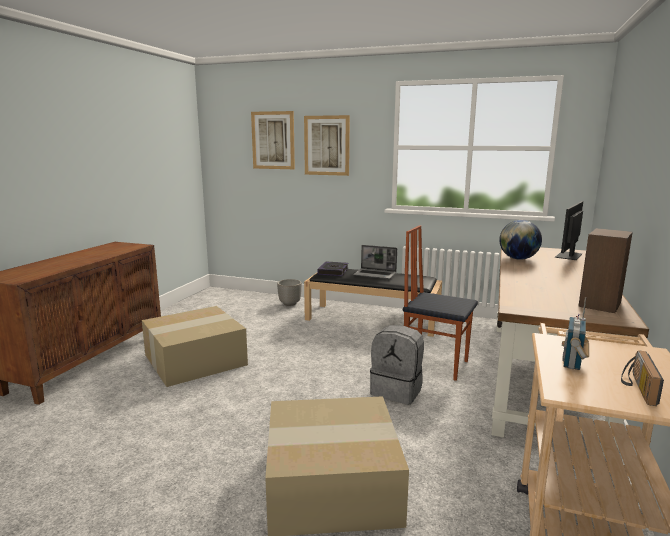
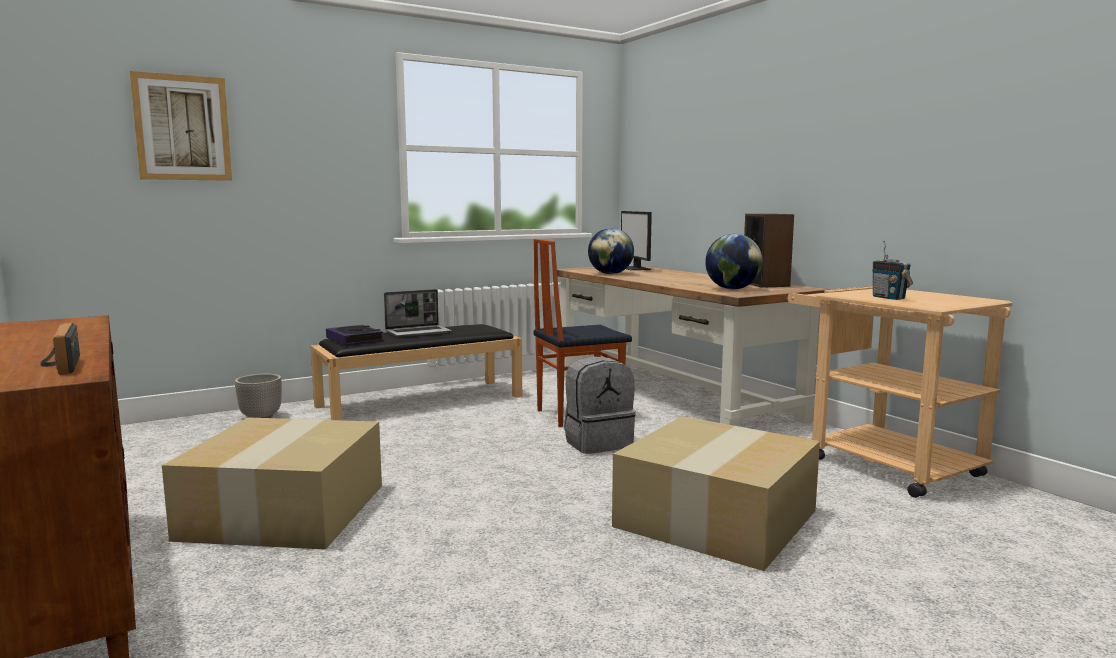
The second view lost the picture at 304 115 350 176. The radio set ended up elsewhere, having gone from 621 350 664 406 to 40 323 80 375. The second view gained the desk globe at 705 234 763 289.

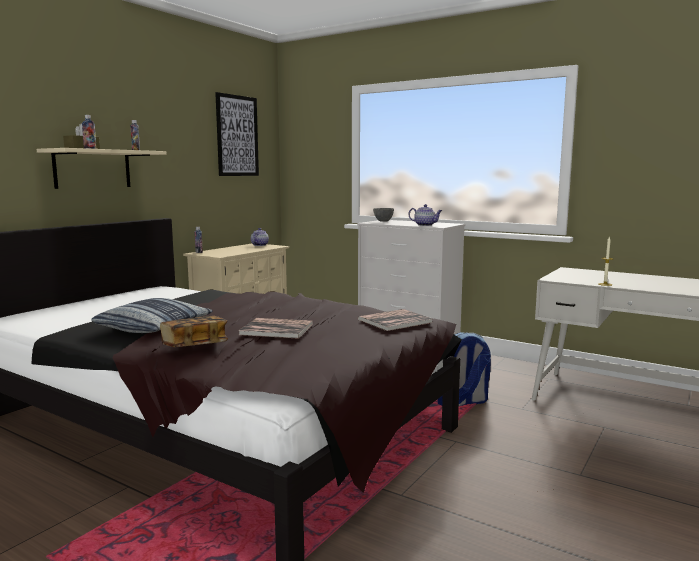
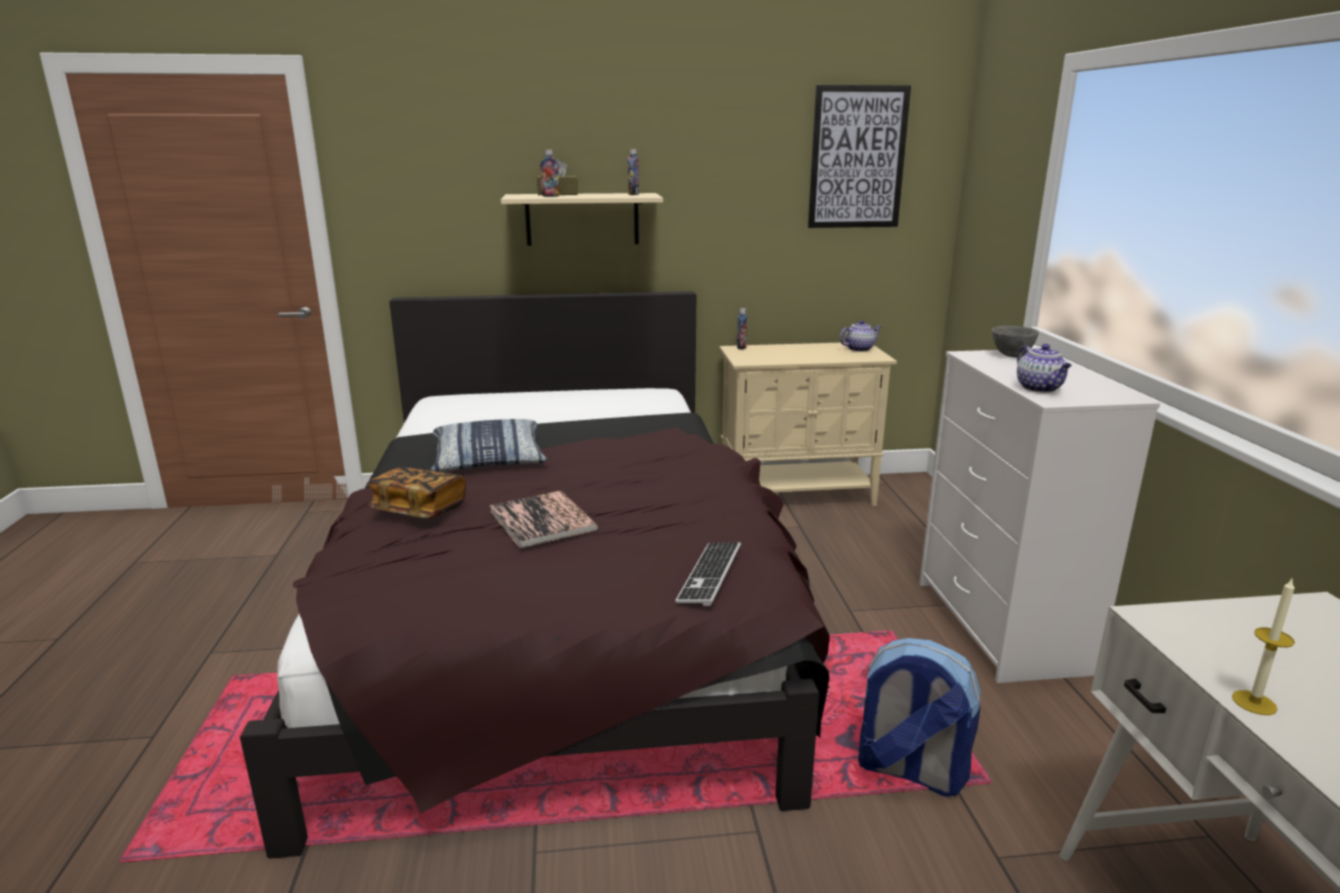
Where the volume stood at 358 309 433 331, the keyboard came to stand at 675 542 741 606.

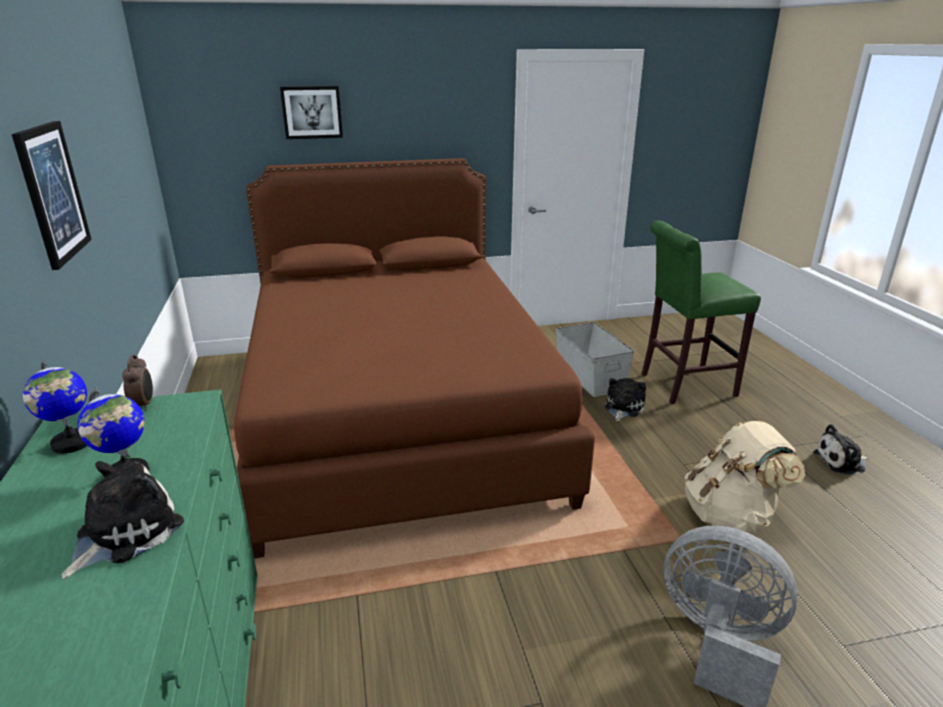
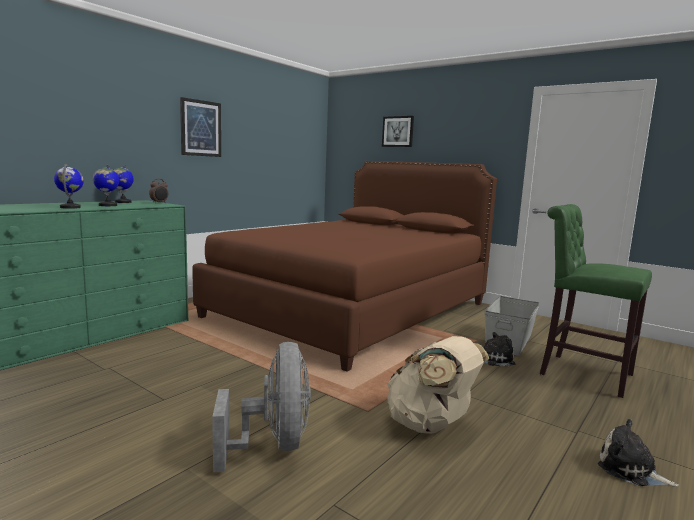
Where the soft toy stood at 61 461 184 579, the desk globe came to stand at 54 163 84 209.

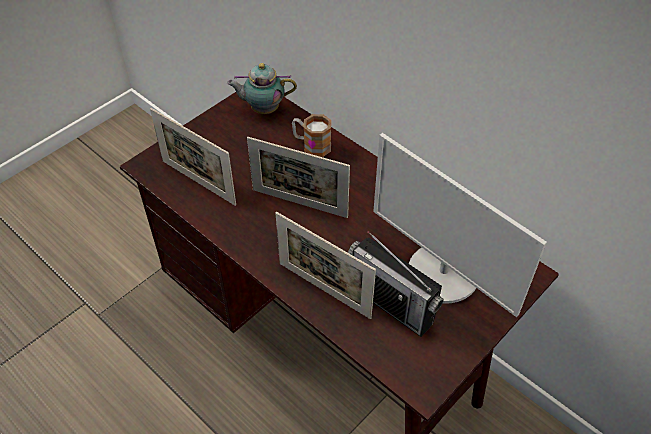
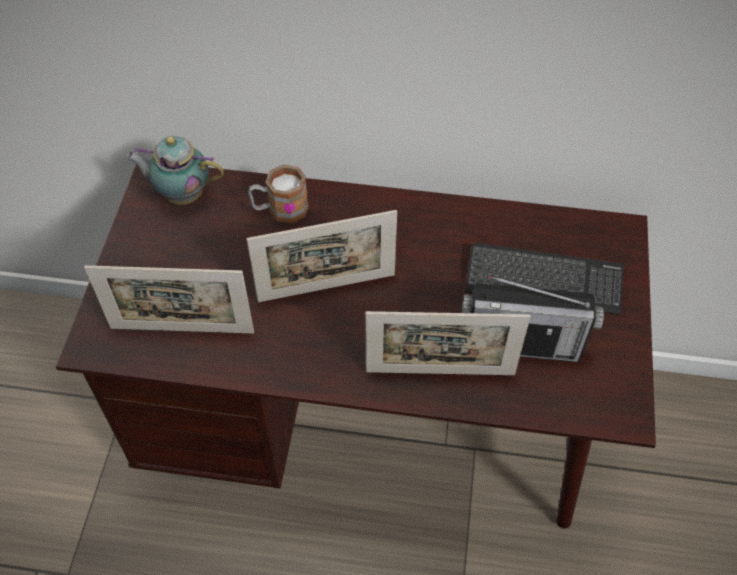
The teapot at 227 63 297 114 ended up facing another way, 45 degrees clockwise from before. Where the computer screen stood at 373 133 547 317, the keyboard came to stand at 465 243 624 315.

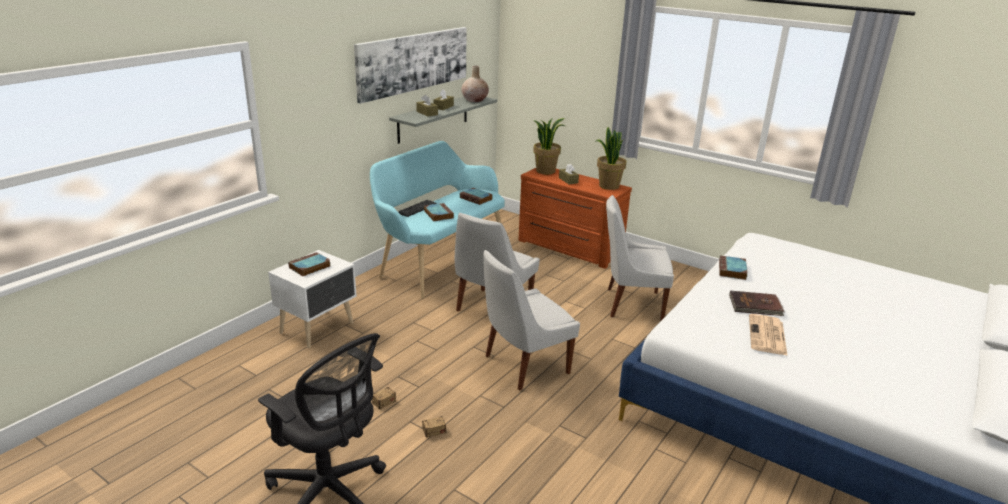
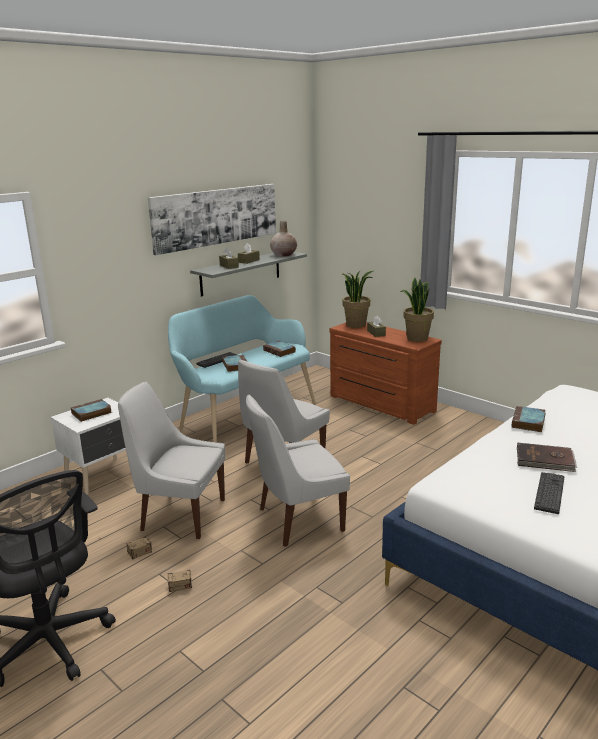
The upright chair (white-coloured) ended up elsewhere, having gone from 606 195 674 321 to 118 382 225 539. Where the daily paper stood at 749 314 788 356, the keyboard came to stand at 534 472 564 514.

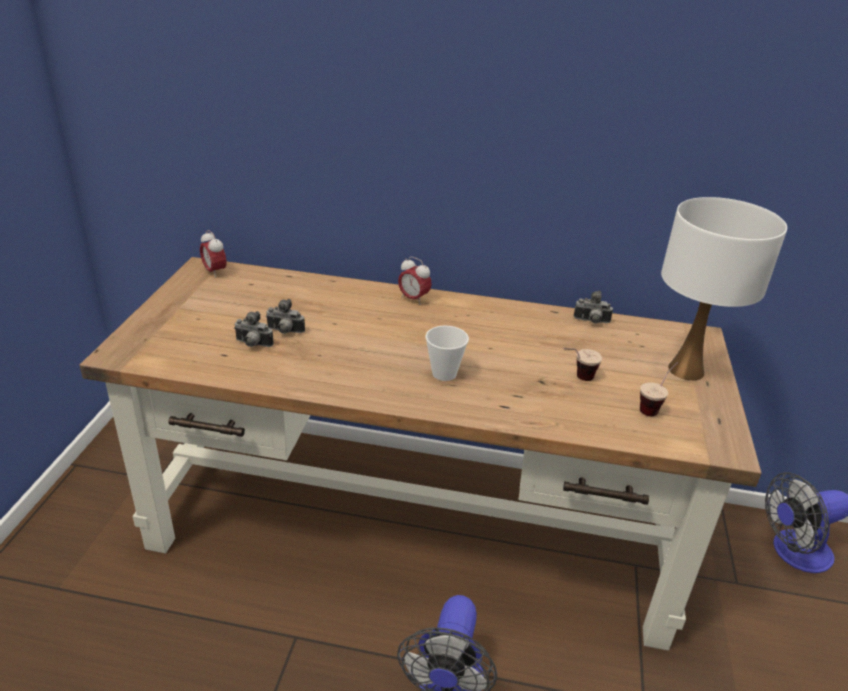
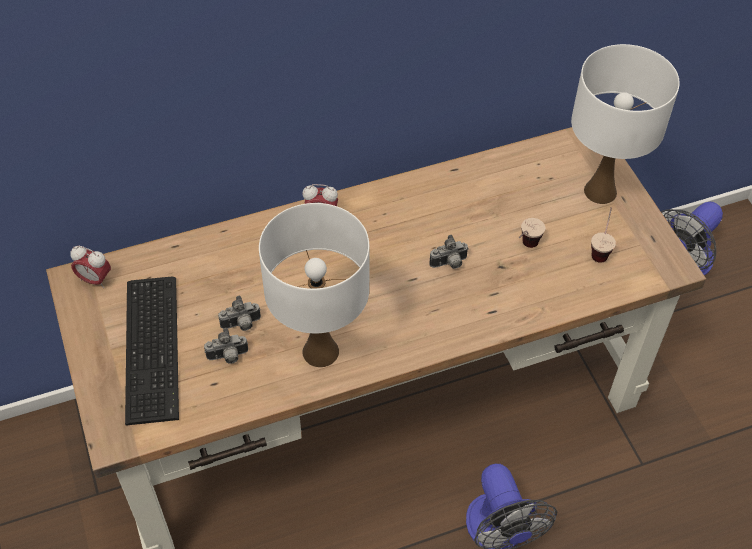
The photo camera ended up elsewhere, having gone from 574 291 613 324 to 429 235 469 269. The second view lost the small cup at 426 326 469 381. The second view gained the tabletop lamp (white-coloured) at 259 203 369 367. The second view gained the keyboard at 125 277 179 426.

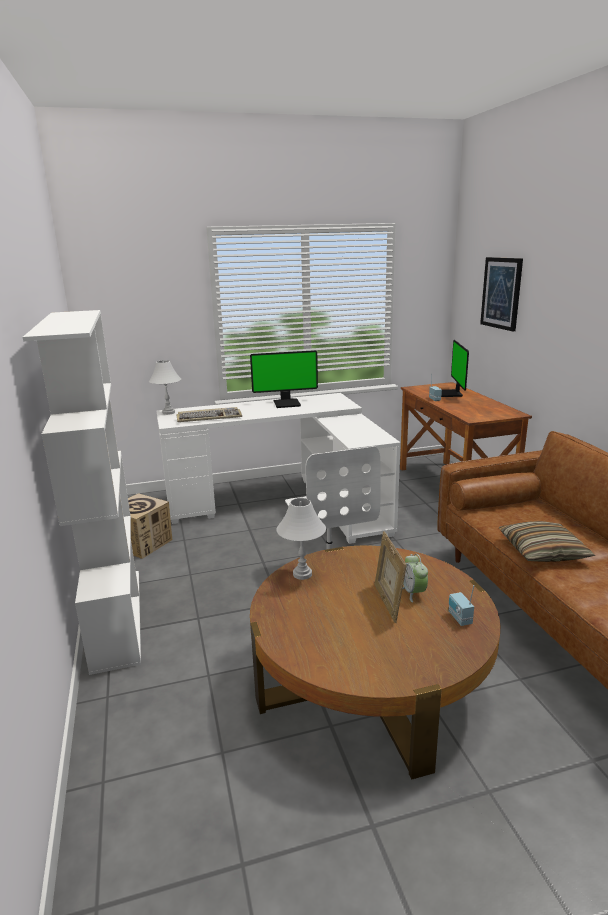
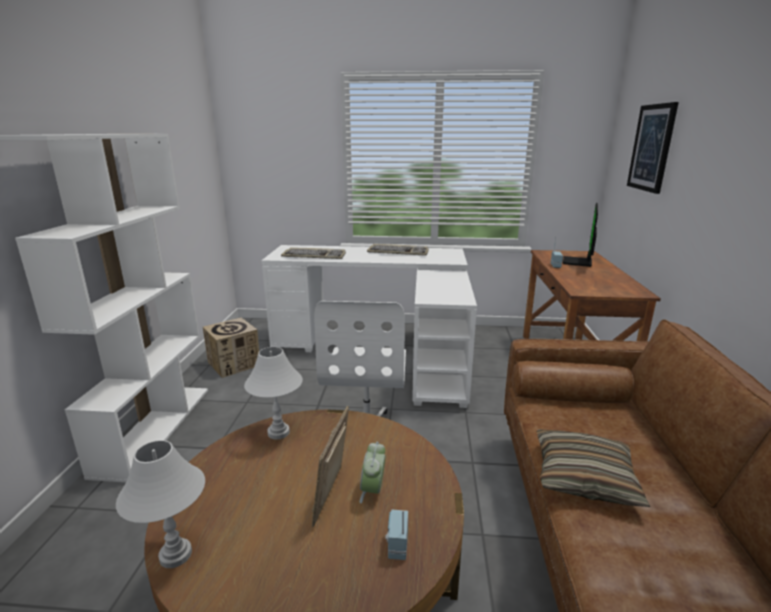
Where the computer screen stood at 250 350 318 408, the keyboard came to stand at 367 244 429 256. The tabletop lamp (white-coloured) ended up elsewhere, having gone from 149 360 181 415 to 116 440 205 568.

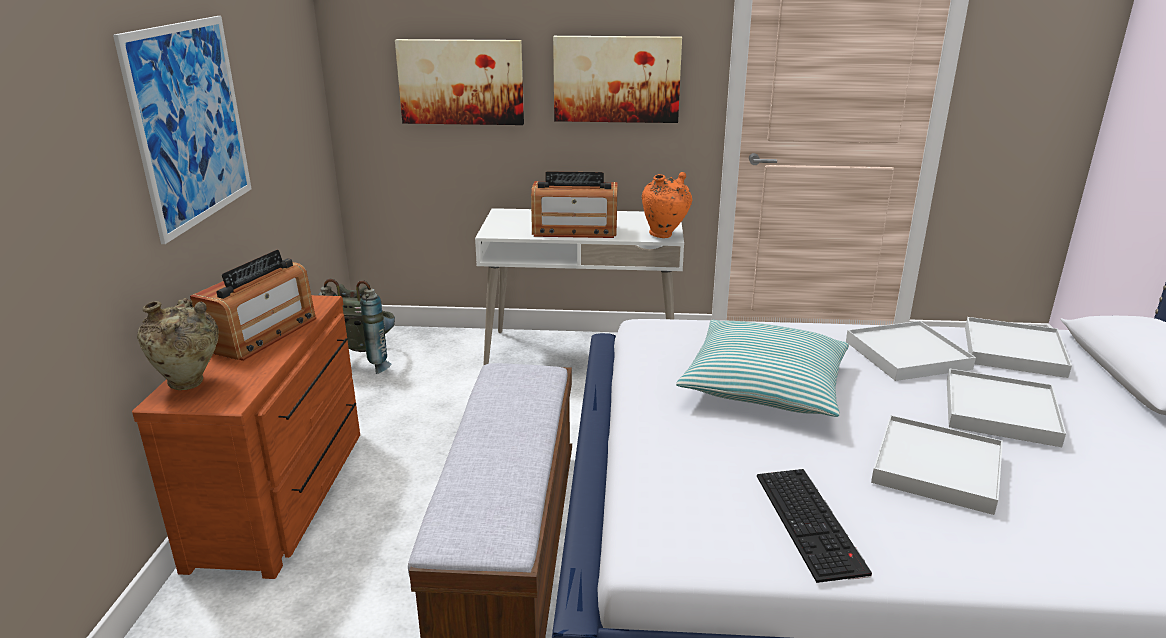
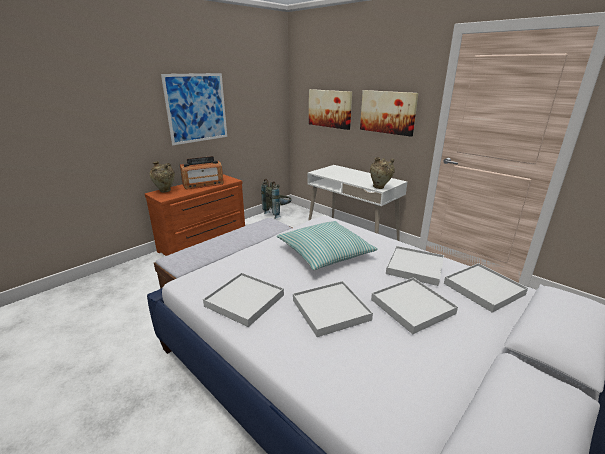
The second view lost the radio set at 531 171 618 238. What was the decorative vase (orangey) at 642 172 692 238 turned into the decorative vase (beige-coloured) at 370 157 395 189. Where the keyboard stood at 757 469 872 583, the carrying tray (white-coloured) came to stand at 203 273 284 327.

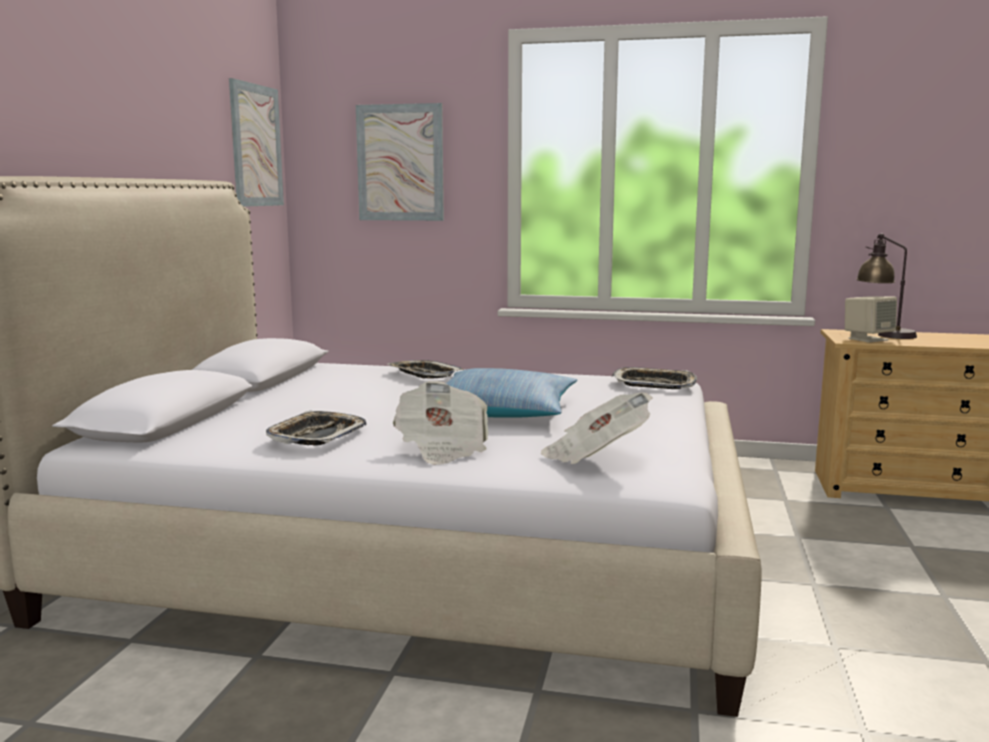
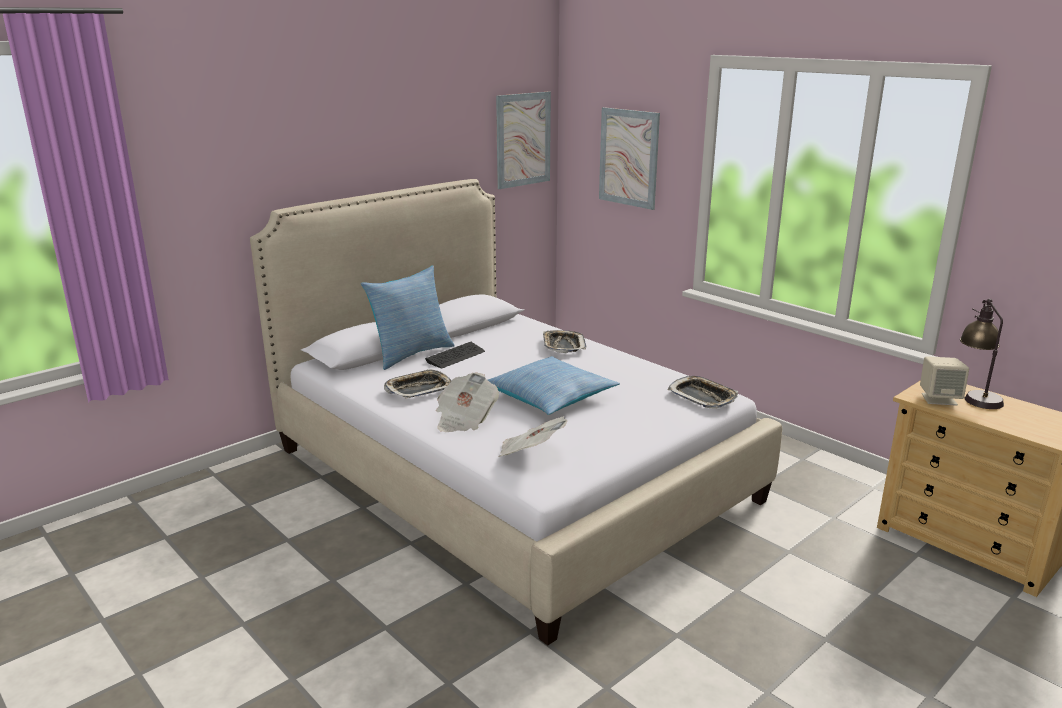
The second view gained the cushion at 361 265 455 370. The second view gained the keyboard at 425 342 485 368.

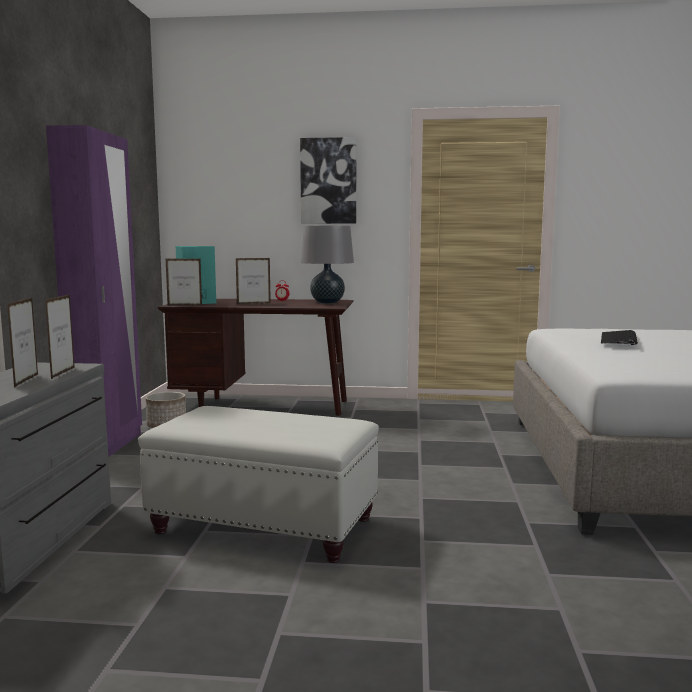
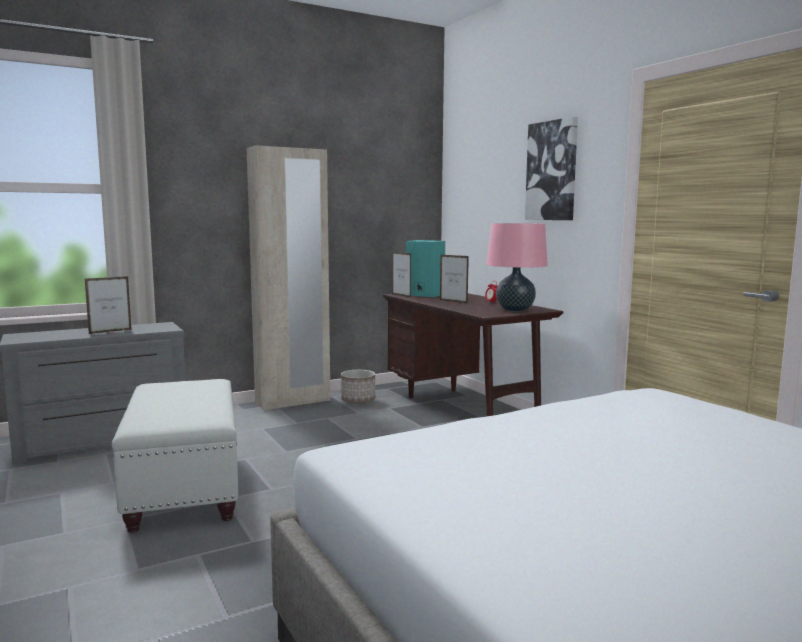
What was the armoire (purplish) at 46 125 142 457 turned into the armoire (beige-coloured) at 246 145 330 410. What was the tabletop lamp (gray) at 301 226 354 304 turned into the tabletop lamp (pinkish) at 486 223 548 312. The second view lost the photo frame at 45 294 75 379. The second view lost the keyboard at 601 330 638 345.

